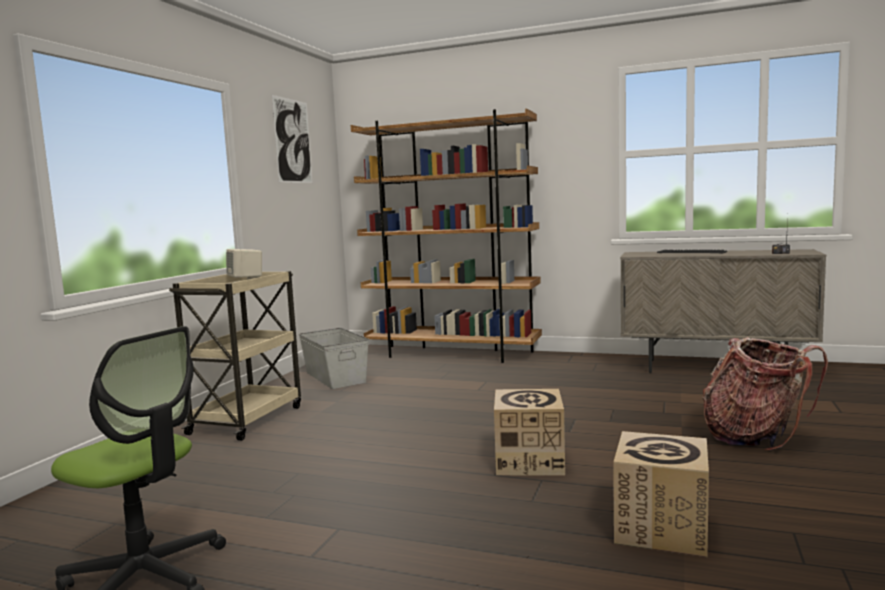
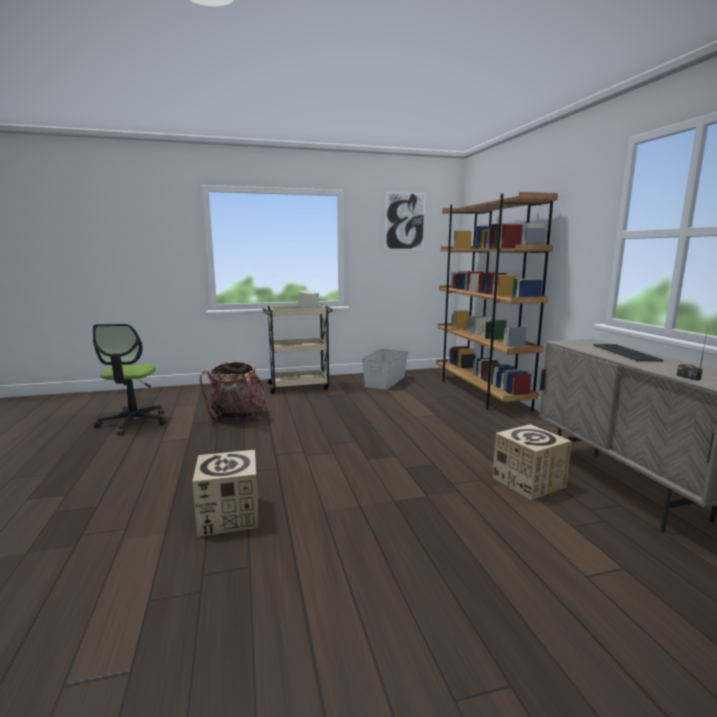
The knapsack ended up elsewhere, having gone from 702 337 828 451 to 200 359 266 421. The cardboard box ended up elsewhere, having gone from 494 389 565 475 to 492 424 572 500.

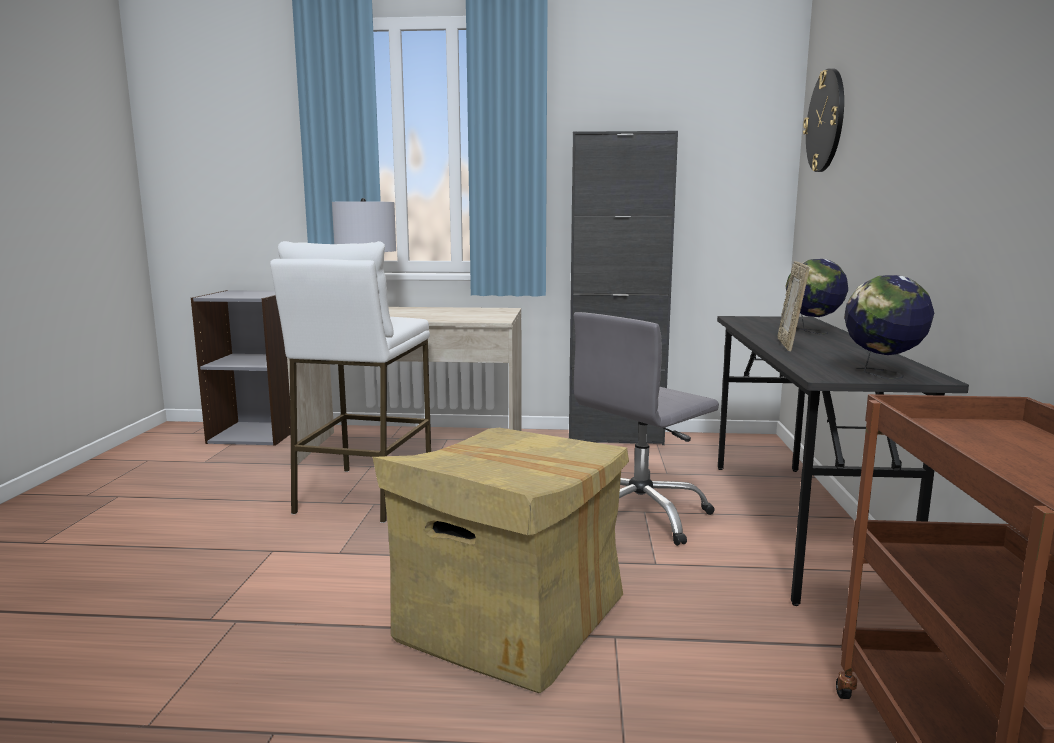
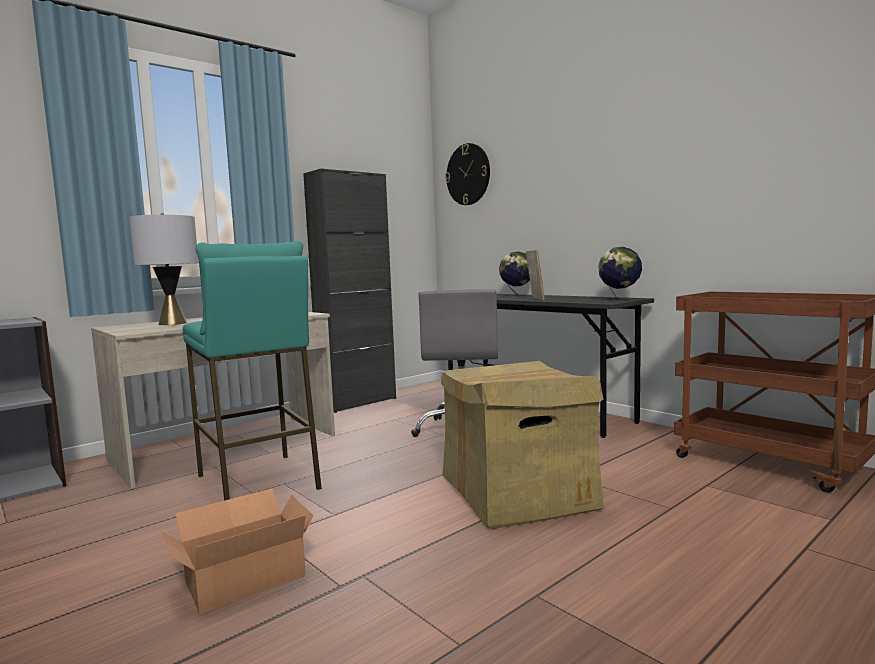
What was the sitting stool (white-coloured) at 270 241 431 523 turned into the sitting stool (blue-green) at 182 241 322 501. The photo frame at 778 261 810 351 ended up facing another way, 150 degrees counterclockwise from before. The second view gained the cardboard box at 161 488 314 614.

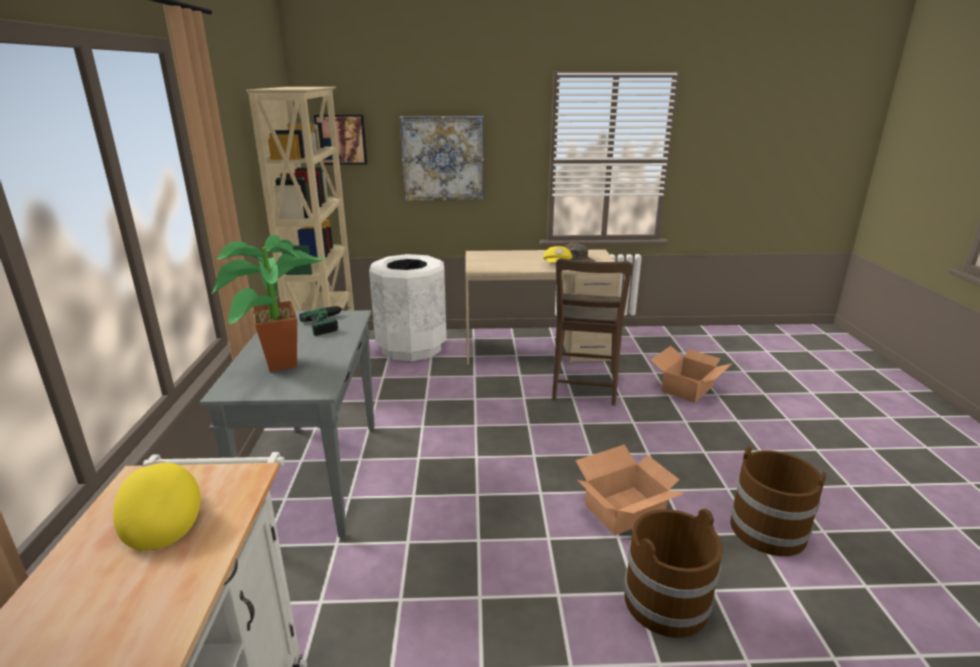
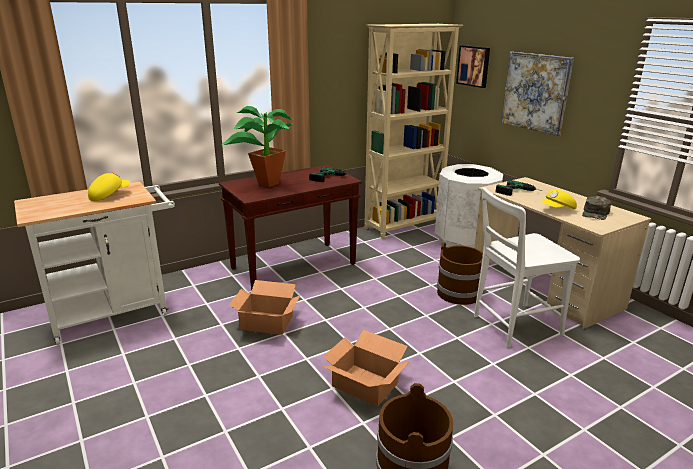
What was the upright chair (brown-coloured) at 552 258 632 406 turned into the upright chair (white-coloured) at 474 187 580 348. What was the console table (gray) at 200 310 375 538 turned into the console table (brown-coloured) at 219 165 362 291. The cardboard box ended up elsewhere, having gone from 651 346 733 403 to 229 280 301 335. The bucket (brown-coloured) ended up elsewhere, having gone from 624 508 723 638 to 437 242 483 305. The second view gained the electric drill at 496 180 542 196.

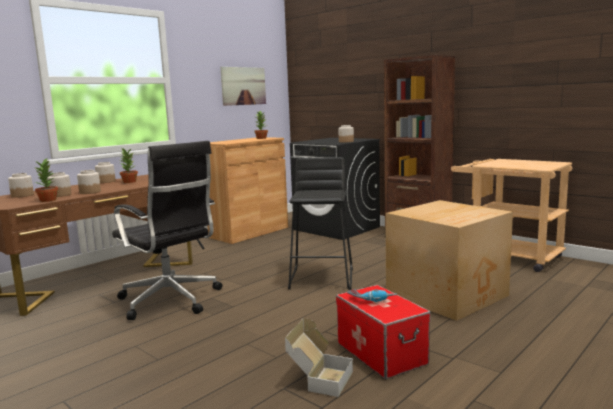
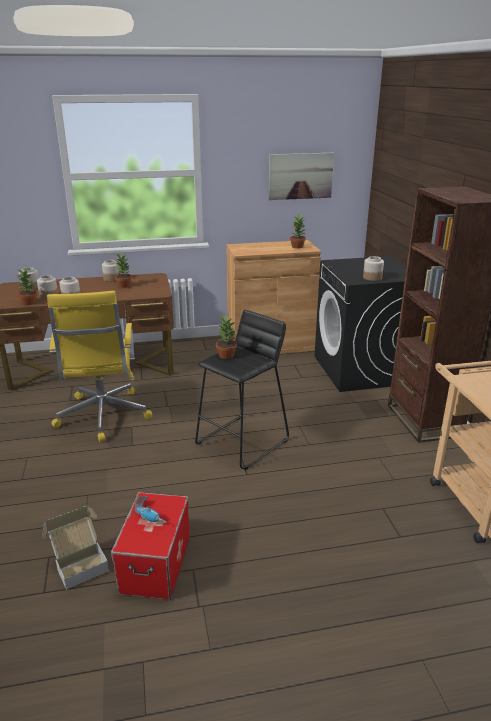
What was the office chair (blackish) at 112 141 223 320 turned into the office chair (yellow-coloured) at 47 291 152 442. The second view lost the cardboard box at 385 200 513 321. The second view gained the houseplant at 216 314 237 359.

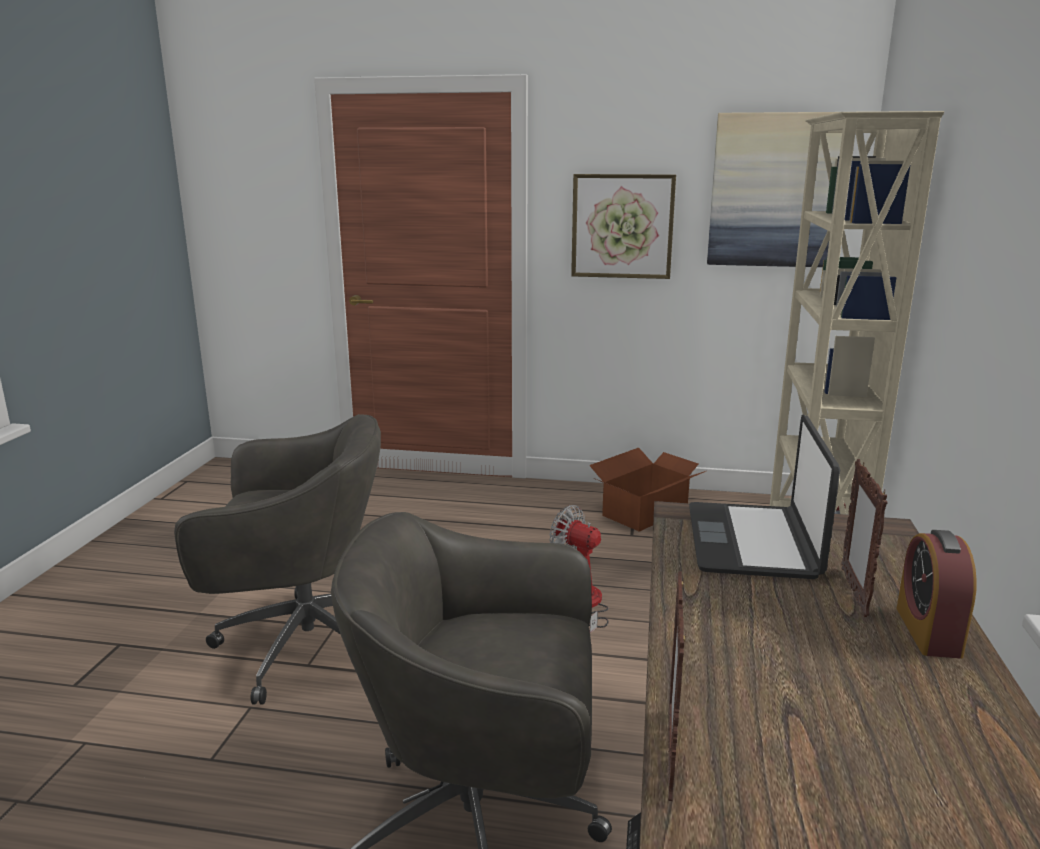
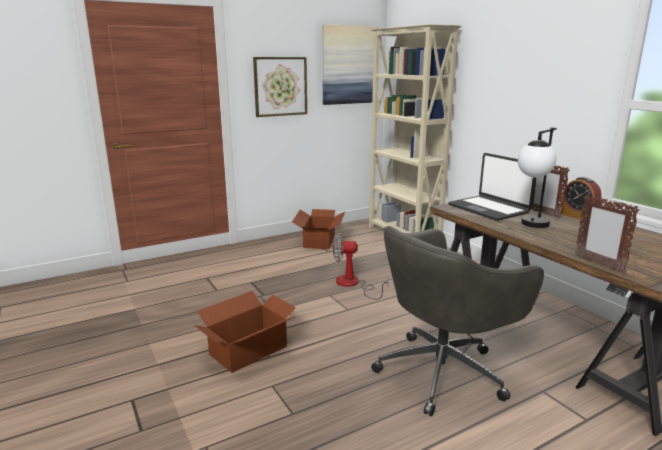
Where the office chair (gray) stood at 174 414 381 705, the cardboard box came to stand at 194 291 297 373. The second view gained the tabletop lamp at 518 127 557 228.

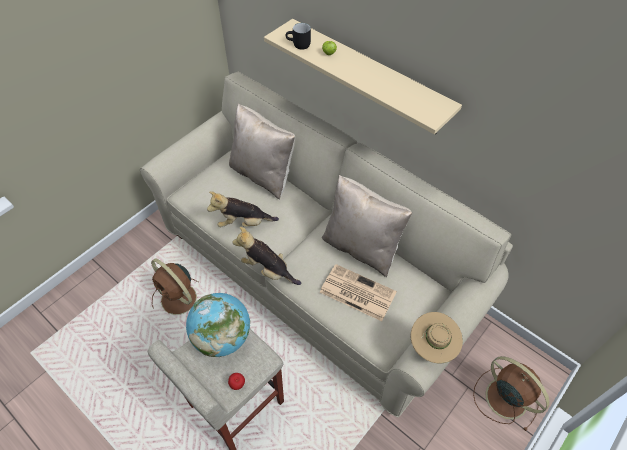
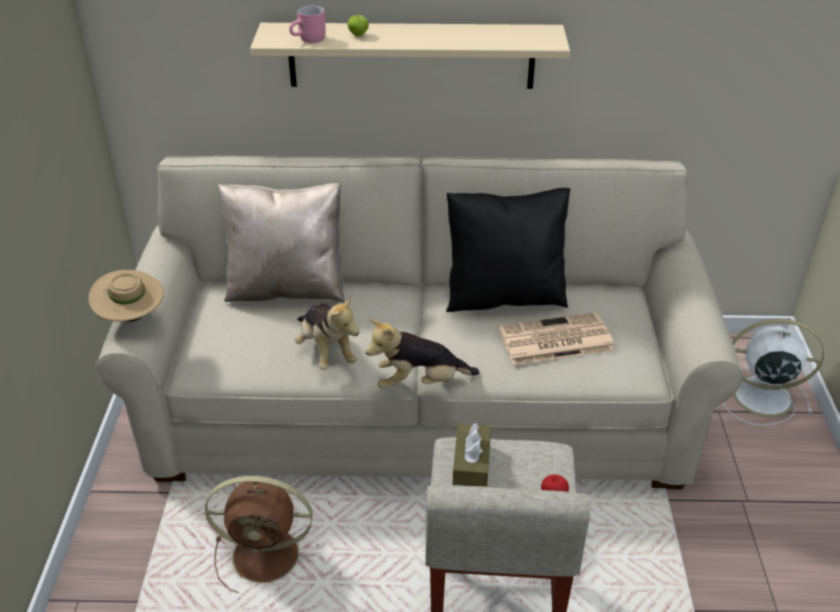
What was the tea mug (blackish) at 286 23 311 50 turned into the tea mug (pinkish) at 289 5 326 43. What was the cushion (beige-coloured) at 322 175 412 277 turned into the cushion (blackish) at 446 188 570 312. The soft toy at 207 191 279 227 ended up facing another way, 75 degrees counterclockwise from before. Where the desk globe stood at 186 293 250 357, the tissue box (brown-coloured) came to stand at 453 423 491 487. The hat (beige-coloured) ended up elsewhere, having gone from 411 312 463 363 to 89 270 164 322. What was the electric fan (brown-coloured) at 473 356 549 431 turned into the electric fan (white-coloured) at 722 319 824 426.

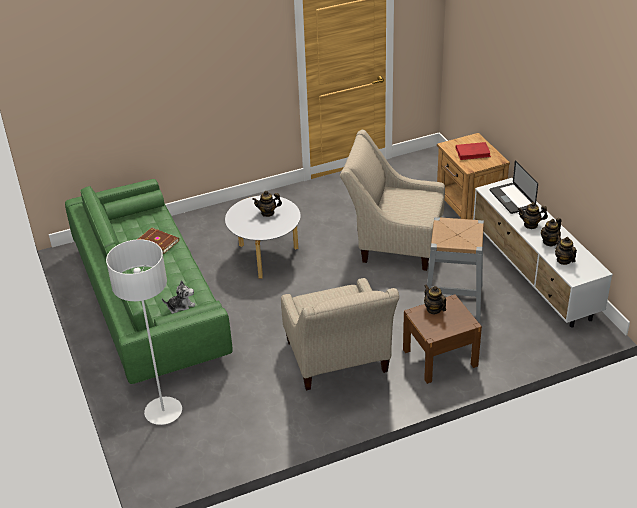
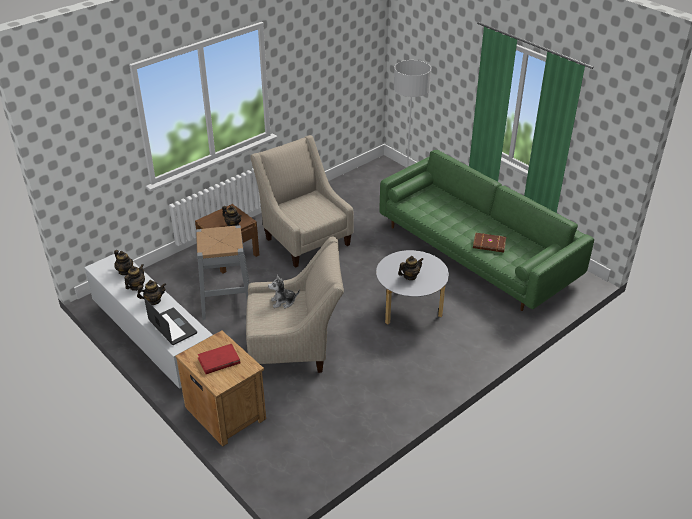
The soft toy ended up elsewhere, having gone from 162 281 195 314 to 268 275 300 308.

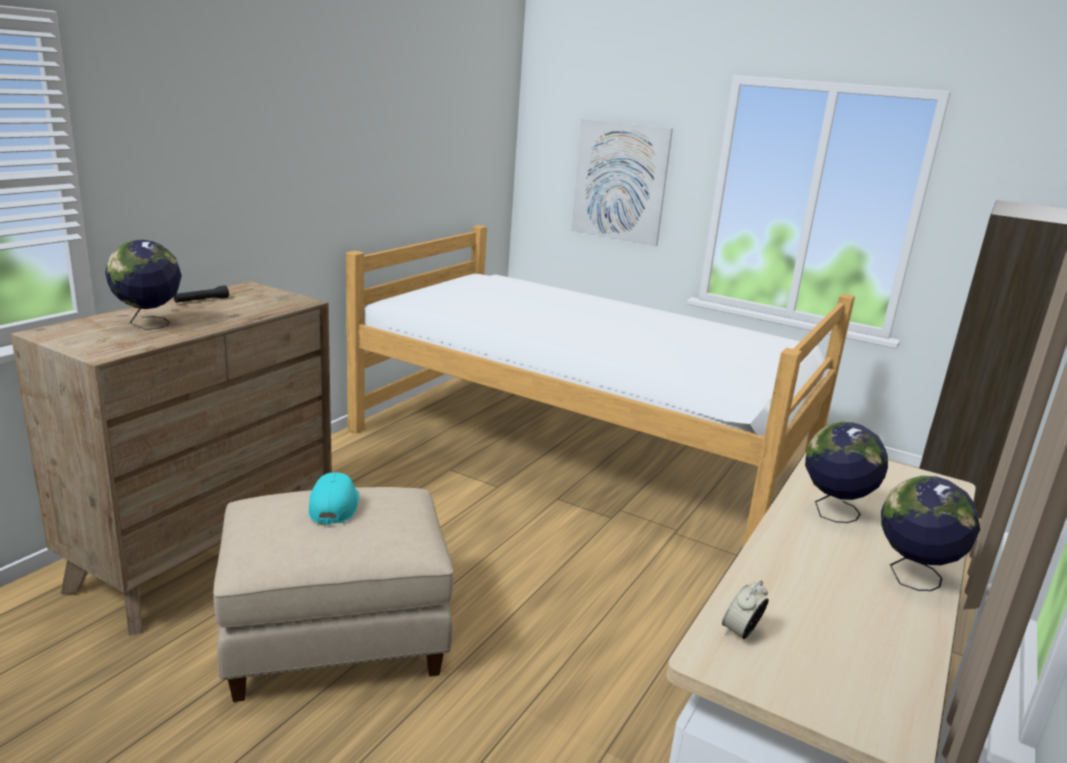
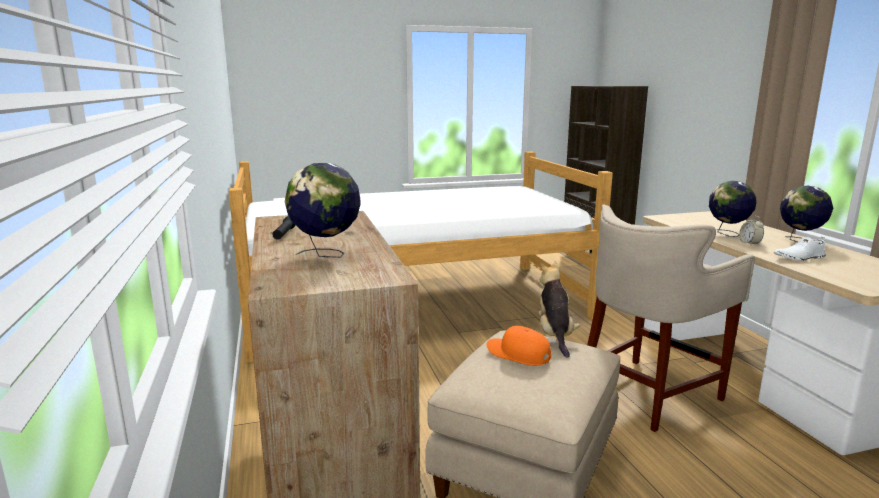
The second view lost the picture at 571 119 673 246. What was the baseball cap (blue-green) at 308 472 359 525 turned into the baseball cap (orangey) at 487 326 551 366. The table clock ended up elsewhere, having gone from 722 580 769 639 to 739 216 764 245. The second view gained the sitting stool (beige-coloured) at 587 204 755 432. The second view gained the shoe (white-coloured) at 774 237 826 261. The second view gained the soft toy at 539 261 580 358.

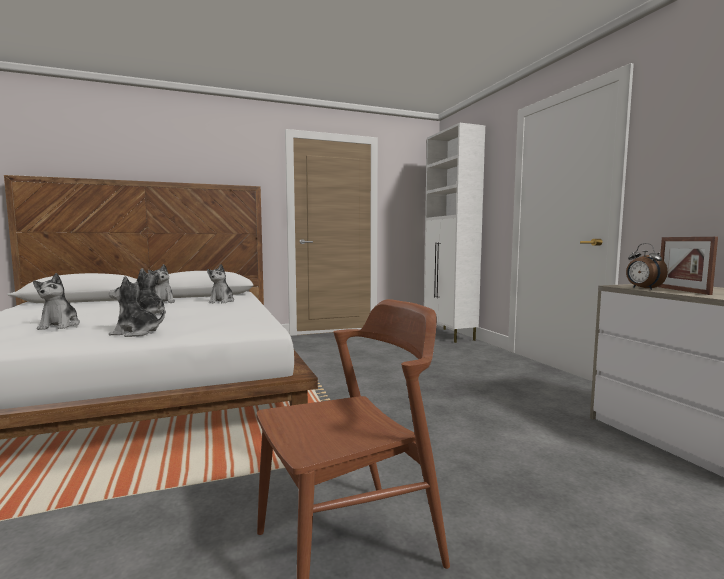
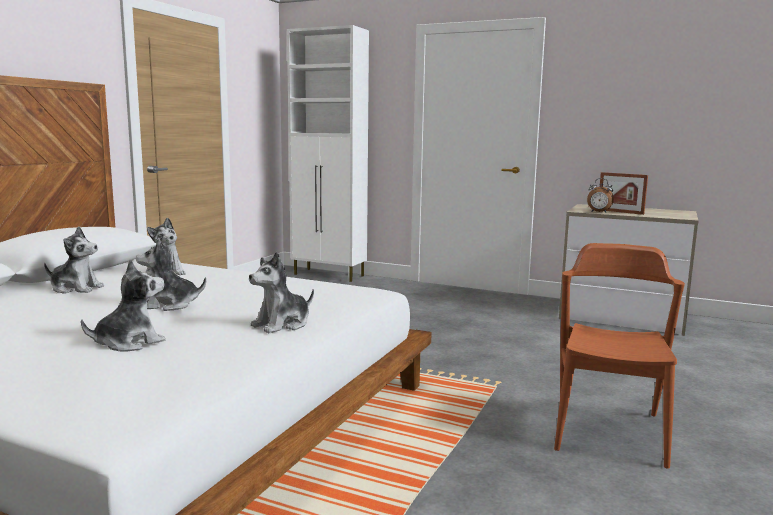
The soft toy at 33 273 80 330 ended up facing another way, 75 degrees counterclockwise from before.

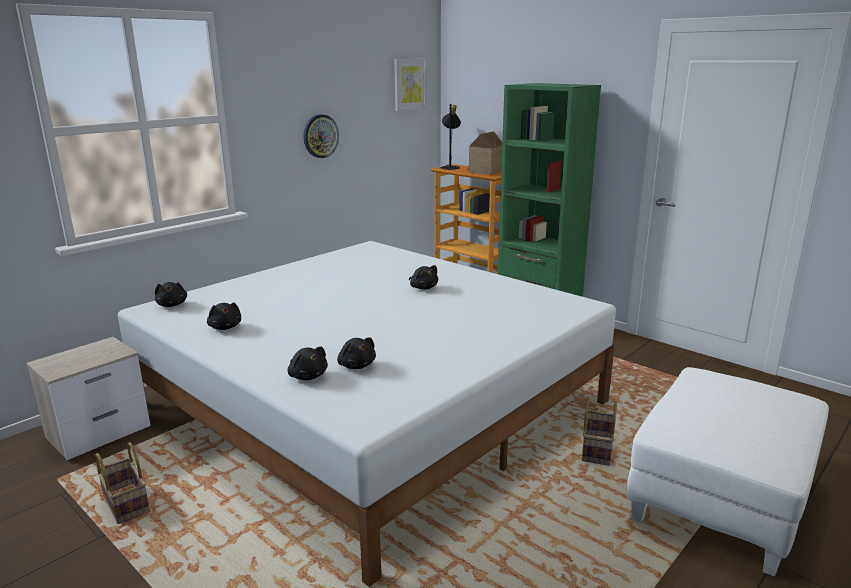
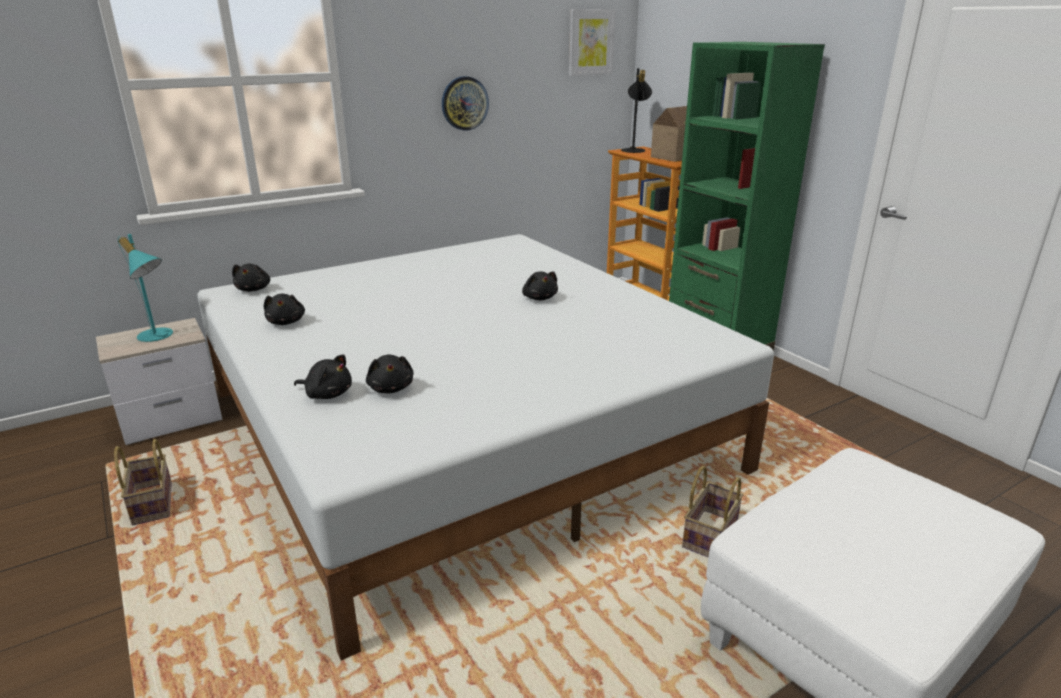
The soft toy (blackish) at 288 347 328 380 ended up facing another way, 45 degrees counterclockwise from before. The second view gained the tabletop lamp (blue-green) at 118 234 173 342.

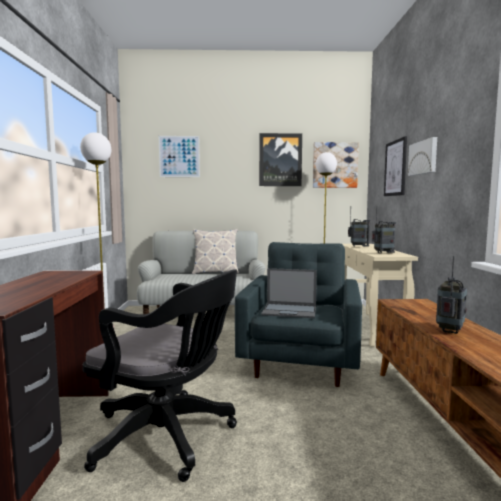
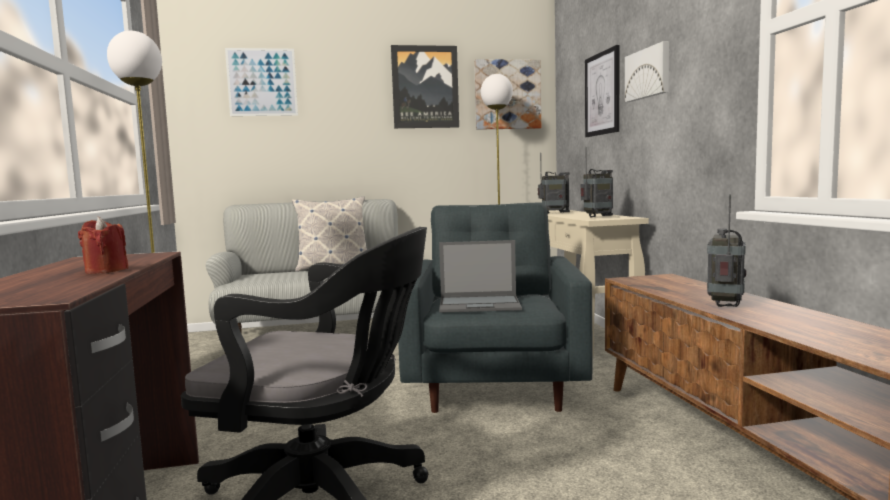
The second view gained the candle (red) at 78 217 128 274.

